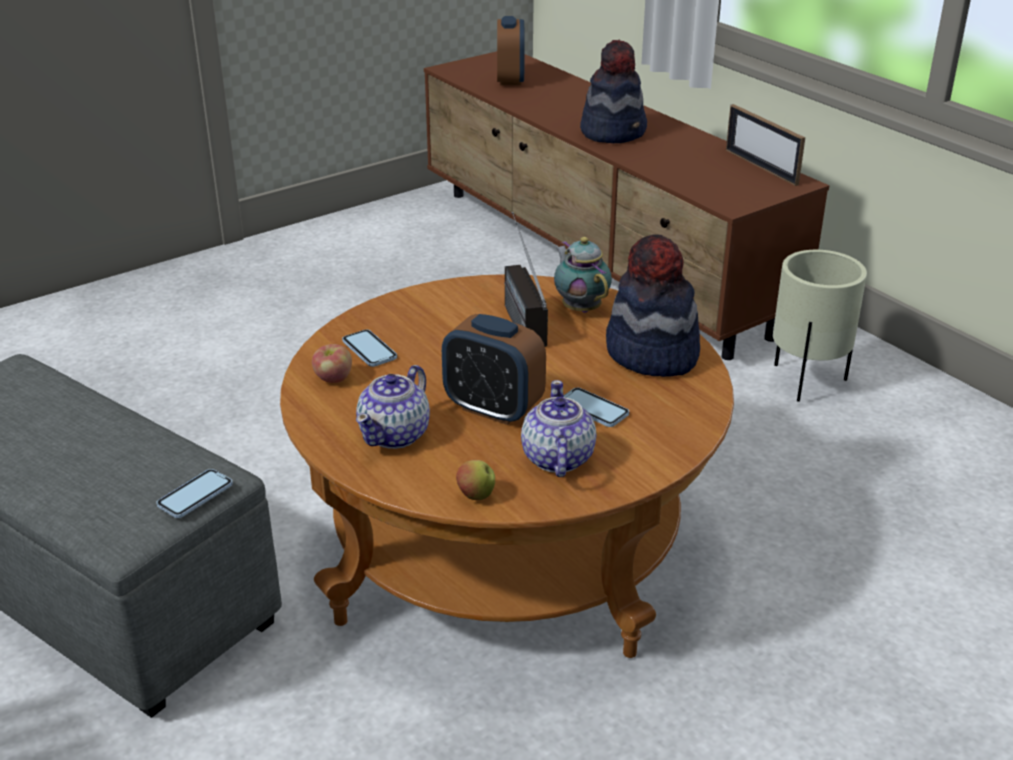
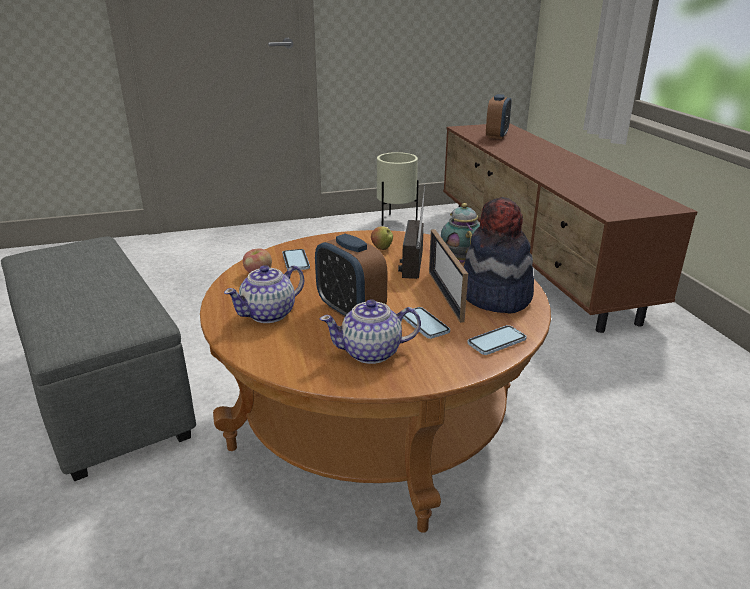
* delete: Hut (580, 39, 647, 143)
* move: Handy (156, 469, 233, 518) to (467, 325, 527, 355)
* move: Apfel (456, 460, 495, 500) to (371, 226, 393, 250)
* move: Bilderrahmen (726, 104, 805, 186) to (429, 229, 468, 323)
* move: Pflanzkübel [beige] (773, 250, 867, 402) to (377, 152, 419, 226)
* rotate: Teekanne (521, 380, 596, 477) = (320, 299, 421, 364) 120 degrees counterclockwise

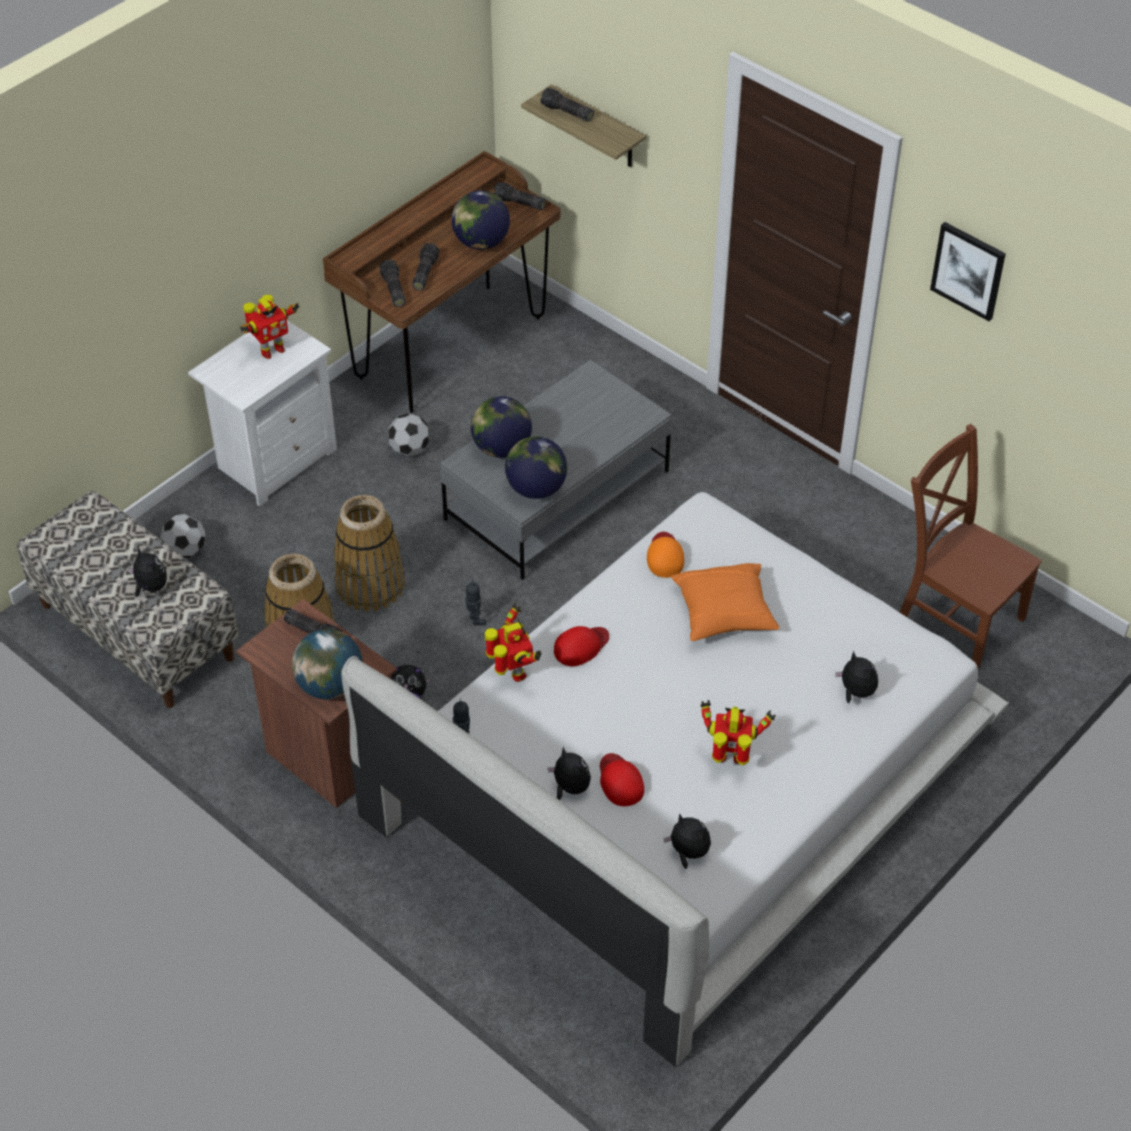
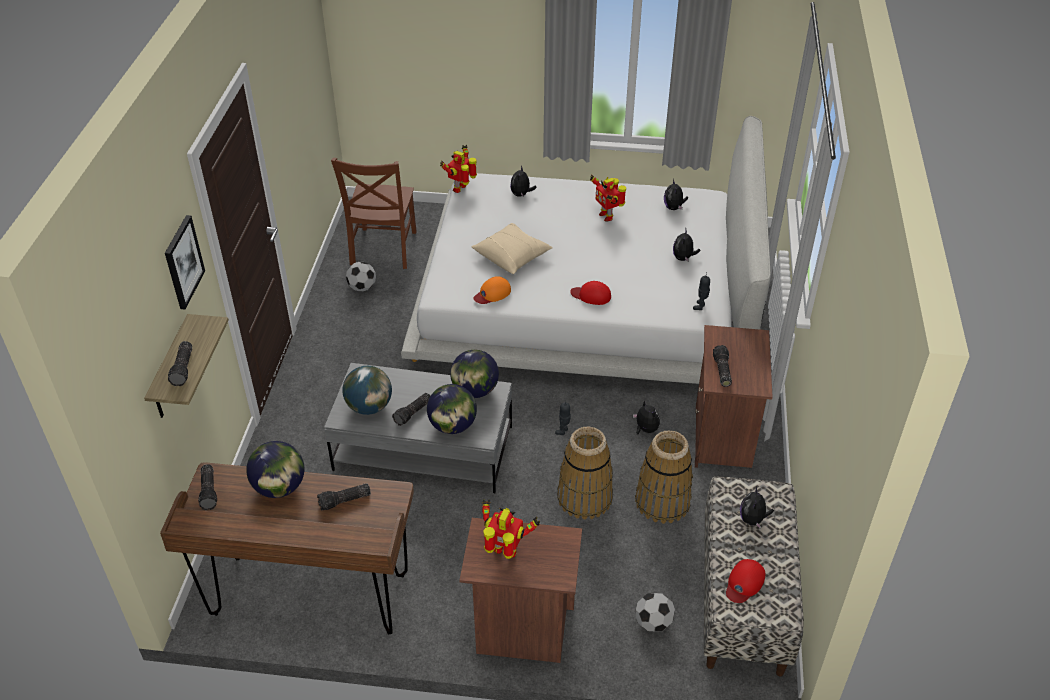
* move: Globus (292, 629, 363, 700) to (342, 366, 392, 415)
* move: Taschenlampe (380, 260, 406, 307) to (392, 393, 430, 426)
* move: Fußball (388, 414, 429, 456) to (346, 262, 376, 291)
* move: Spielzeugroboter (485, 603, 542, 682) to (440, 145, 477, 193)
* move: Kappe [rot] (600, 753, 644, 806) to (726, 559, 766, 603)
* move: Bild (930, 222, 1006, 321) to (165, 215, 205, 309)
* recolor: Nachttisch [weiß] (188, 320, 337, 506) to Nachttisch [braun] (459, 518, 582, 663)
* recolor: Kissen [orange] (671, 563, 780, 641) to Kissen [beige] (471, 223, 553, 274)

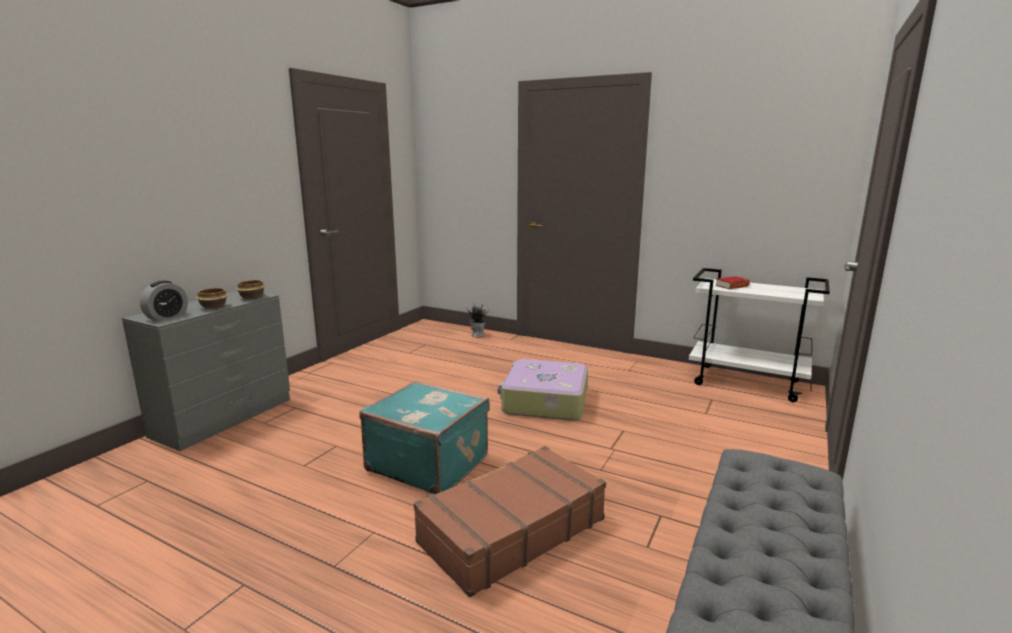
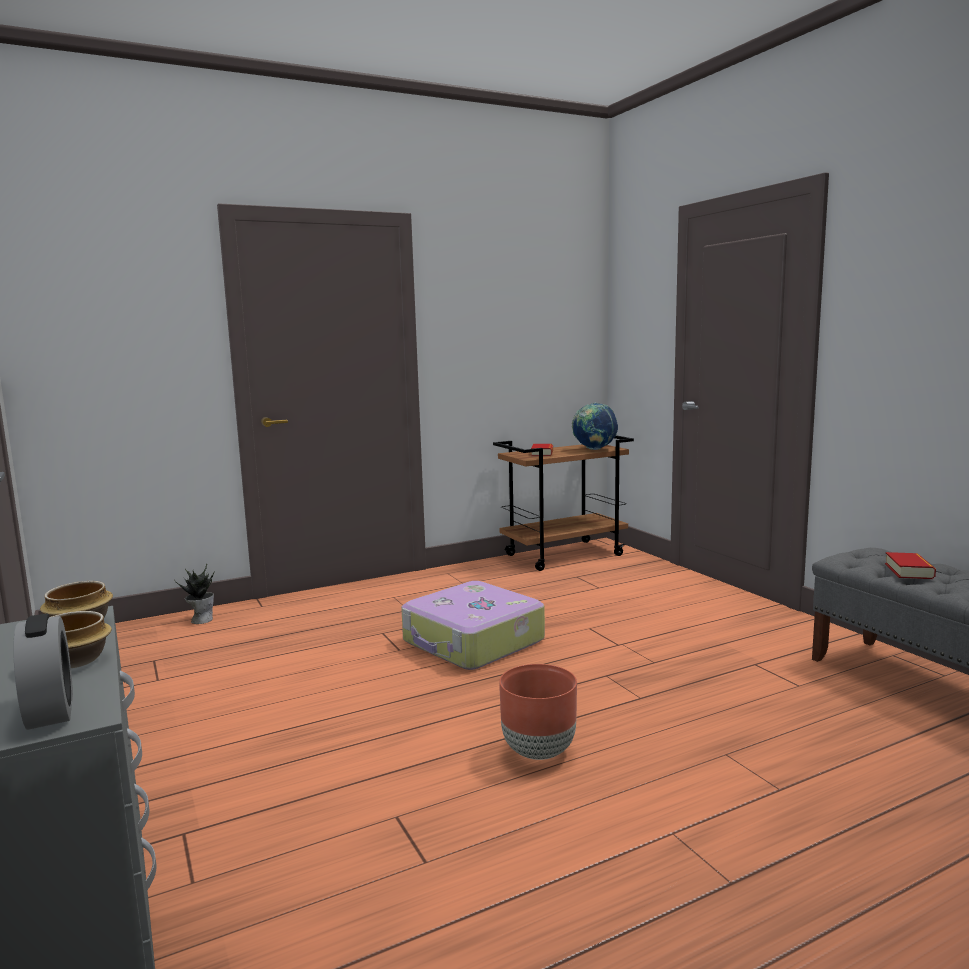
* delete: Koffer [braun] (414, 446, 606, 598)
* insert: Globus (572, 402, 618, 450)
* insert: Buch (885, 552, 936, 579)
* replace: Koffer [türkis] (359, 381, 490, 495) to Pflanzkübel [braun] (499, 664, 577, 760)
* recolor: Rollwagen [weiß] (689, 268, 830, 402) to Rollwagen [braun] (493, 435, 634, 571)

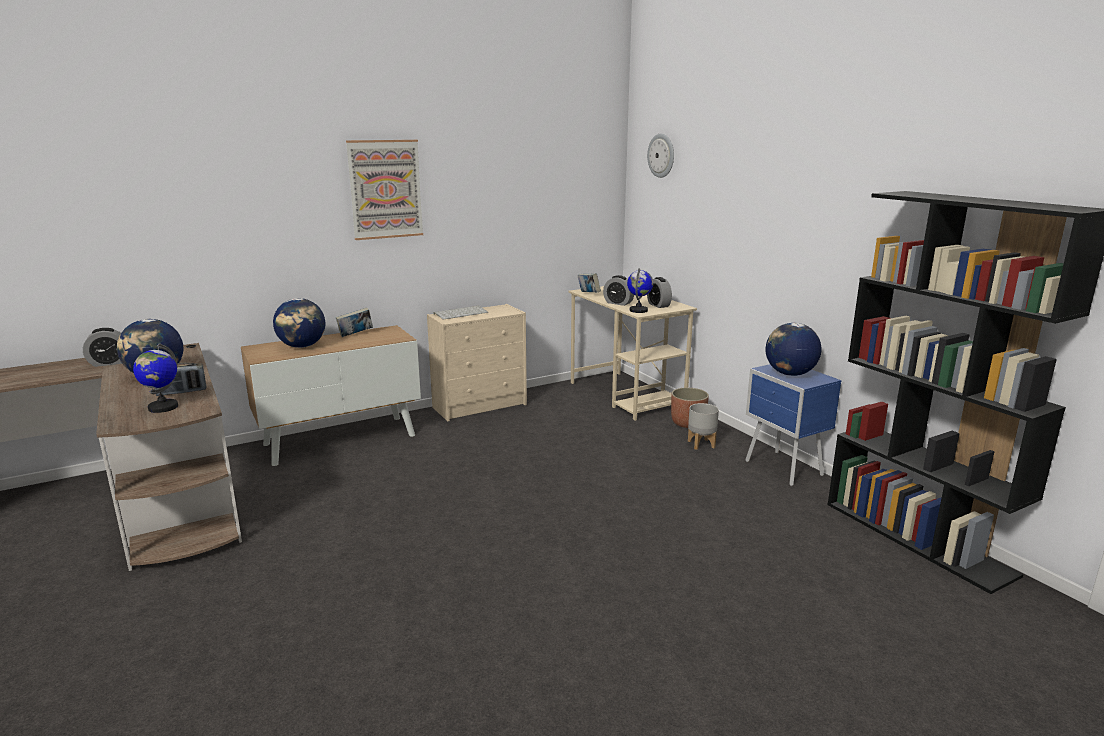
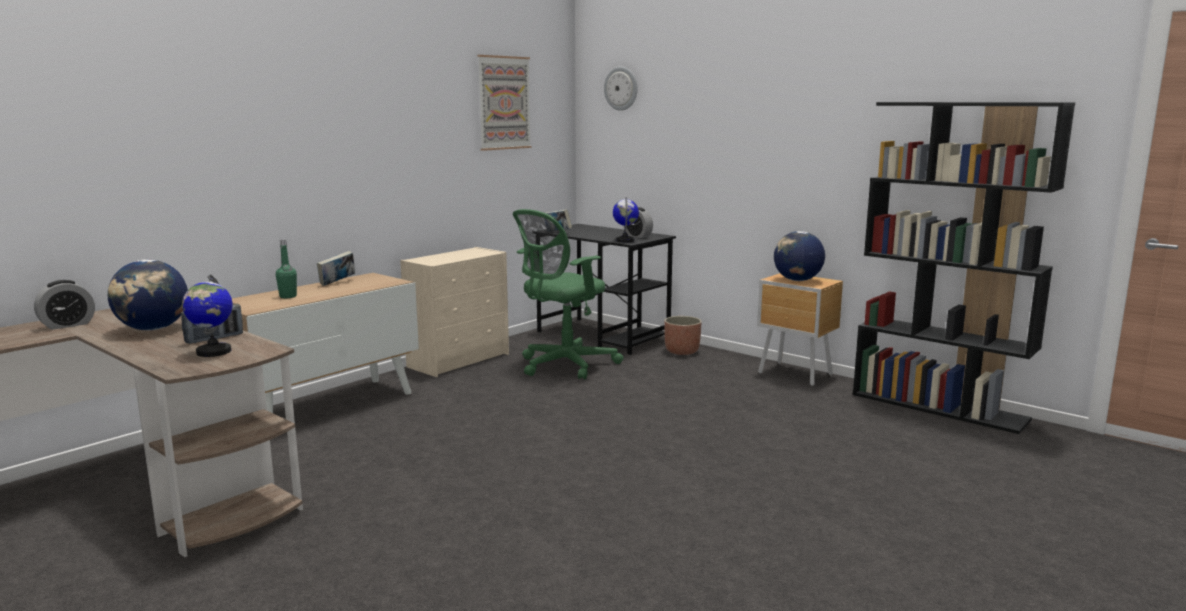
* delete: Tastatur (434, 306, 488, 320)
* delete: Wecker (603, 275, 634, 306)
* delete: Pflanzkübel [grau] (688, 403, 719, 450)
* insert: Bürostuhl [grün] (513, 209, 624, 380)
* move: Bild (346, 140, 423, 240) to (477, 55, 532, 151)
* replace: Globus (273, 298, 325, 348) to Flasche [grün] (276, 240, 297, 298)
* recolor: Schreibtisch [beige] (569, 286, 697, 421) to Schreibtisch [schwarz] (535, 224, 676, 355)
* recolor: Nachttisch [blau] (746, 364, 841, 486) to Nachttisch [braun] (757, 273, 843, 386)

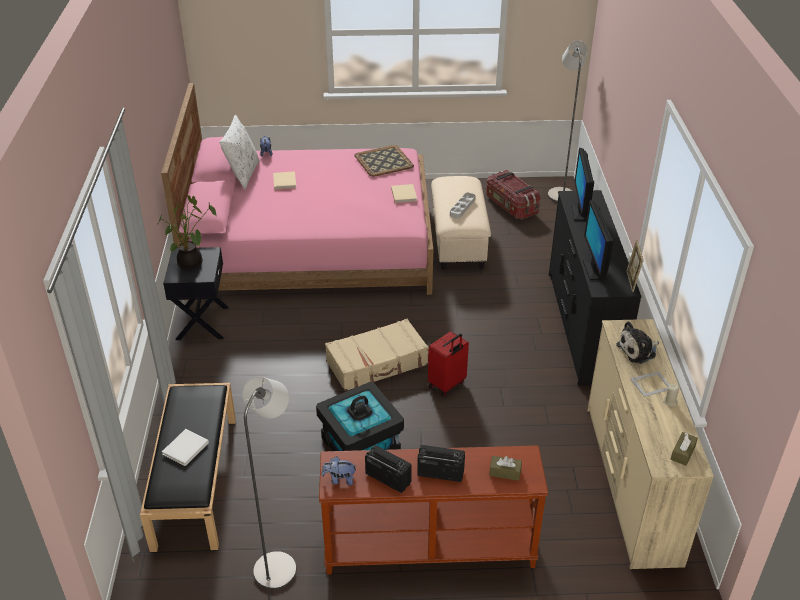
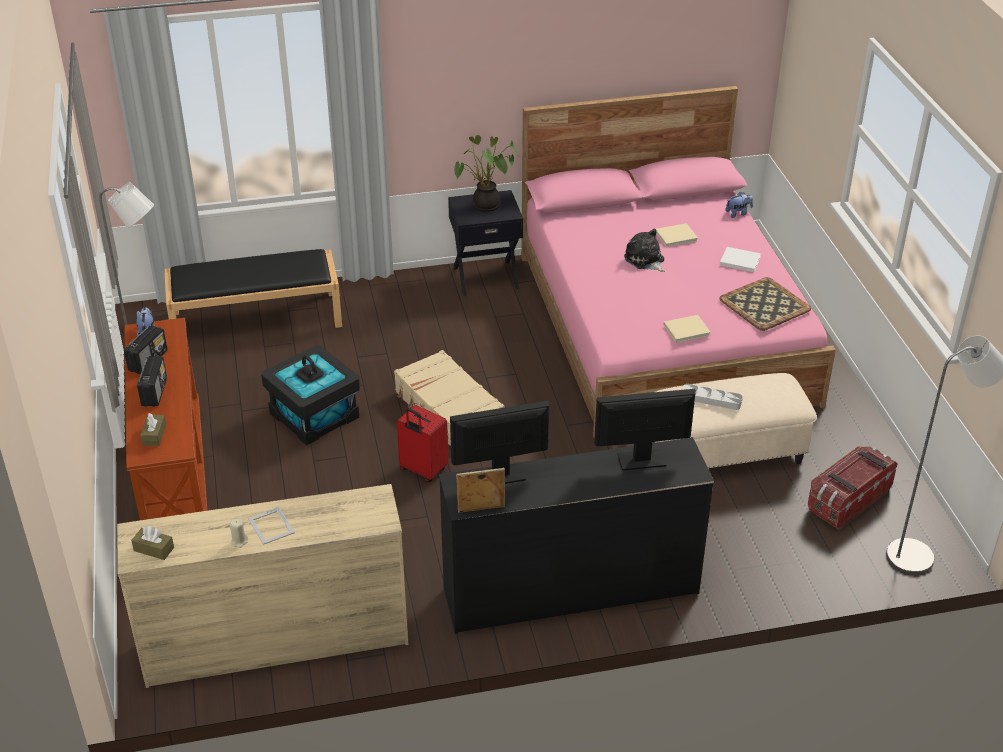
* delete: Kissen [weiß] (219, 115, 260, 189)
* move: Buch [weiß] (162, 429, 209, 466) to (720, 247, 761, 272)
* move: Plüschtier (616, 321, 659, 364) to (624, 229, 665, 272)

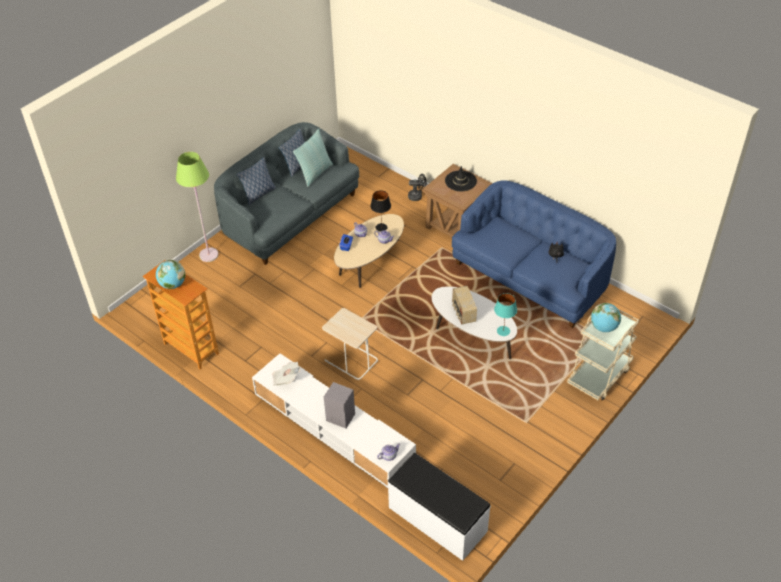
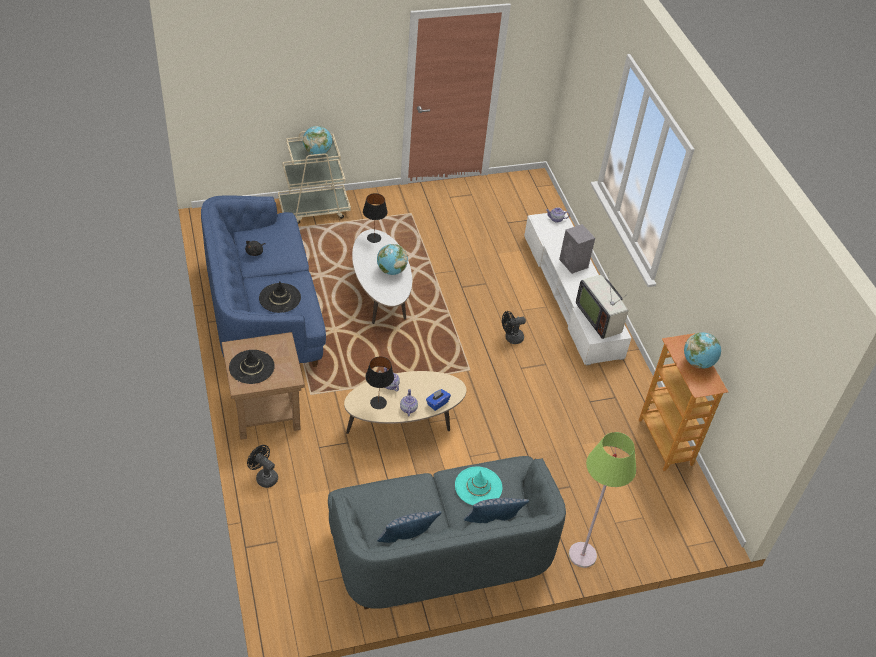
* delete: Kissen (293, 129, 333, 187)
* delete: Bank [weiß] (388, 453, 491, 561)
* insert: Hut [schwarz] (259, 281, 301, 313)
* insert: Hut [türkis] (455, 467, 502, 505)
* replace: Zeitung (272, 362, 300, 386) to Fernseher (576, 272, 628, 339)
* replace: Beistelltisch [beige] (322, 308, 378, 380) to Ventilator [schwarz] (502, 311, 526, 344)
* replace: Radio (452, 286, 477, 324) to Globus (377, 244, 408, 275)
* recolor: Tischlampe [türkis] (494, 293, 517, 336) to Tischlampe [schwarz] (363, 193, 388, 243)

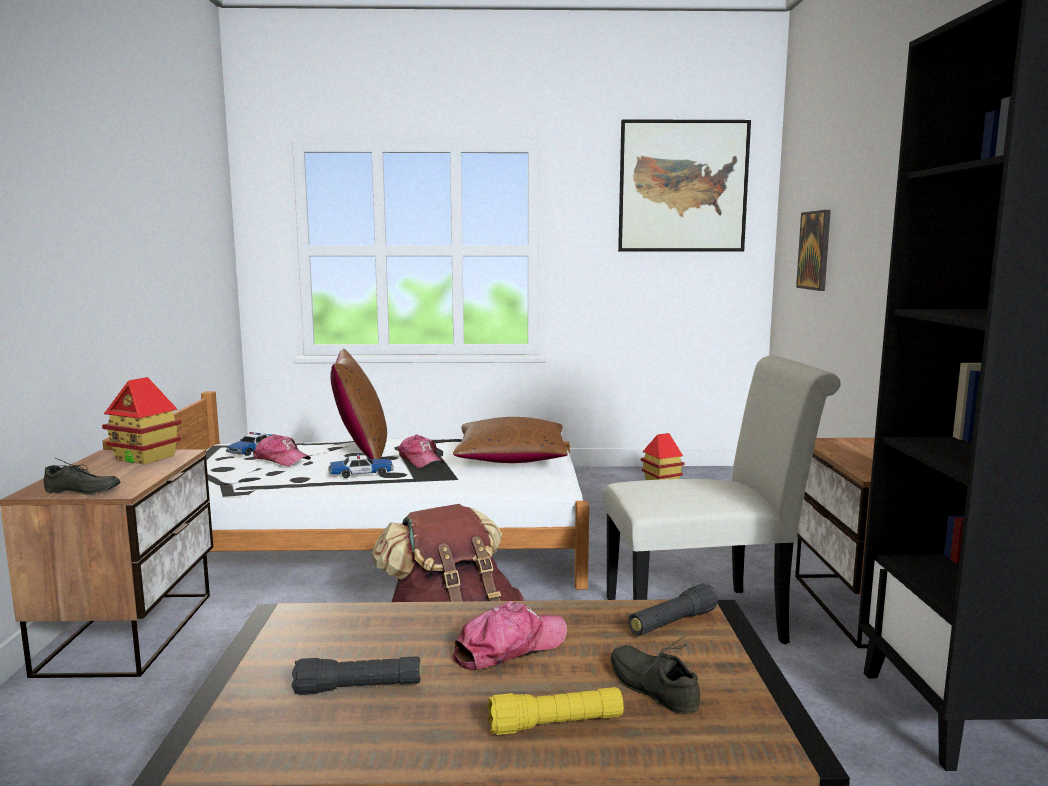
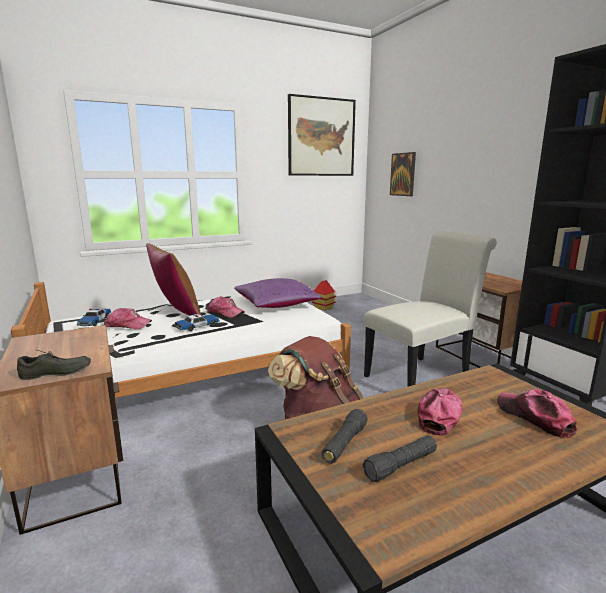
* delete: Spielzeughaus (102, 377, 182, 465)
* delete: Taschenlampe [gelb] (487, 687, 624, 735)
* move: Taschenlampe [schwarz] (628, 583, 718, 636) to (321, 409, 368, 464)
* replace: Schuh [grau] (611, 636, 700, 714) to Kappe (497, 389, 577, 439)
* recolor: Kissen [braun] (453, 417, 568, 463) to Kissen [lila] (234, 278, 322, 308)

